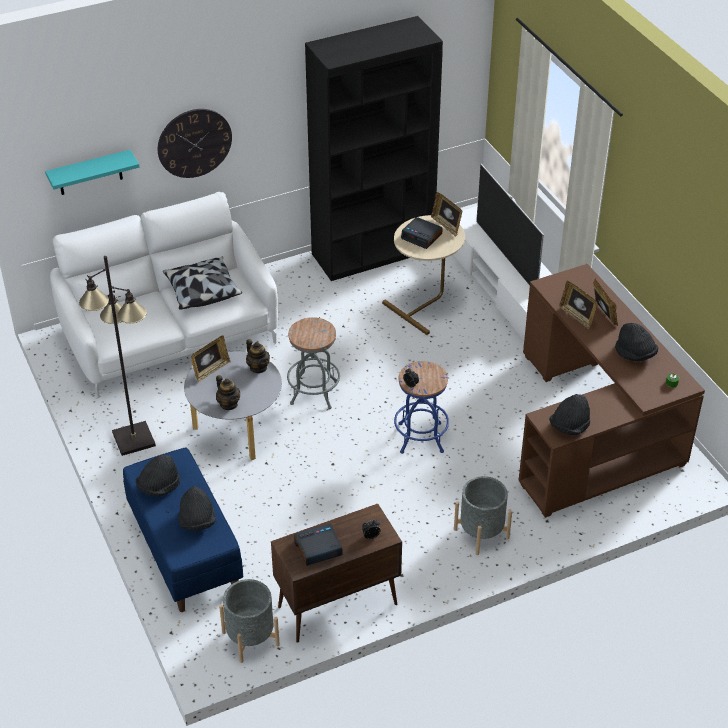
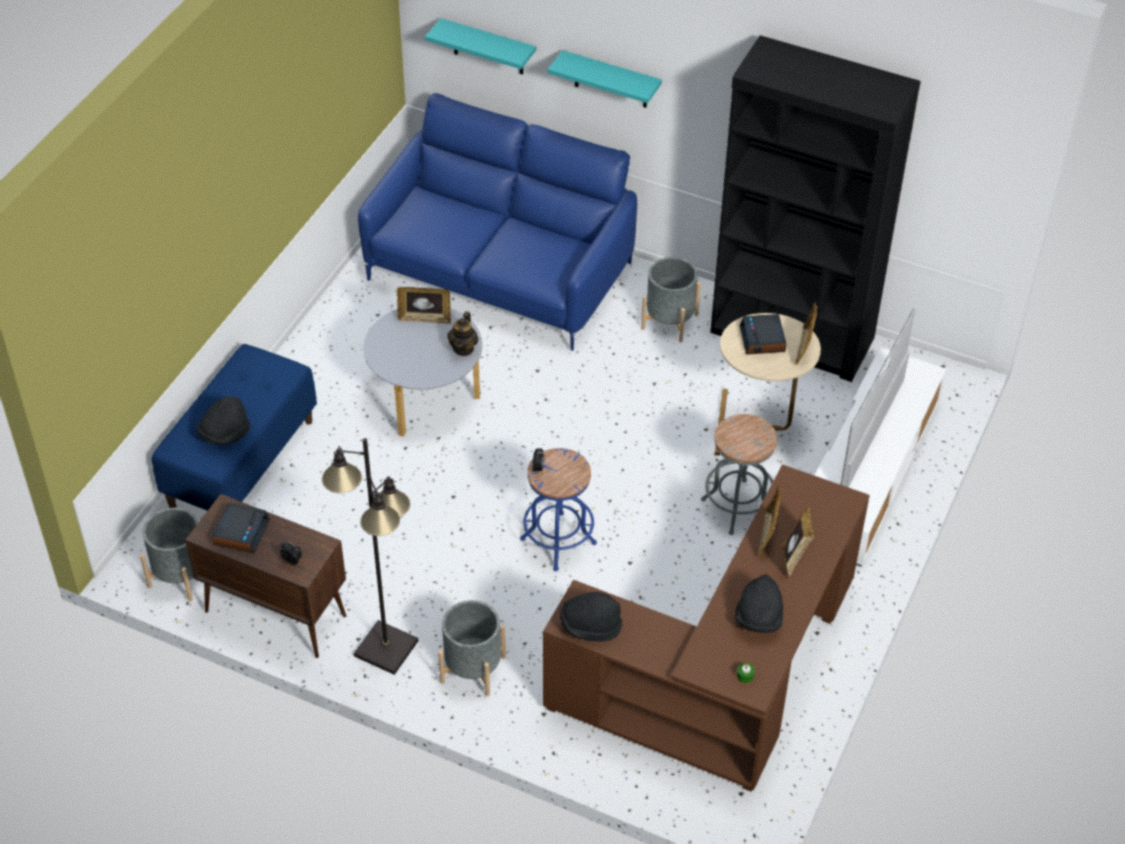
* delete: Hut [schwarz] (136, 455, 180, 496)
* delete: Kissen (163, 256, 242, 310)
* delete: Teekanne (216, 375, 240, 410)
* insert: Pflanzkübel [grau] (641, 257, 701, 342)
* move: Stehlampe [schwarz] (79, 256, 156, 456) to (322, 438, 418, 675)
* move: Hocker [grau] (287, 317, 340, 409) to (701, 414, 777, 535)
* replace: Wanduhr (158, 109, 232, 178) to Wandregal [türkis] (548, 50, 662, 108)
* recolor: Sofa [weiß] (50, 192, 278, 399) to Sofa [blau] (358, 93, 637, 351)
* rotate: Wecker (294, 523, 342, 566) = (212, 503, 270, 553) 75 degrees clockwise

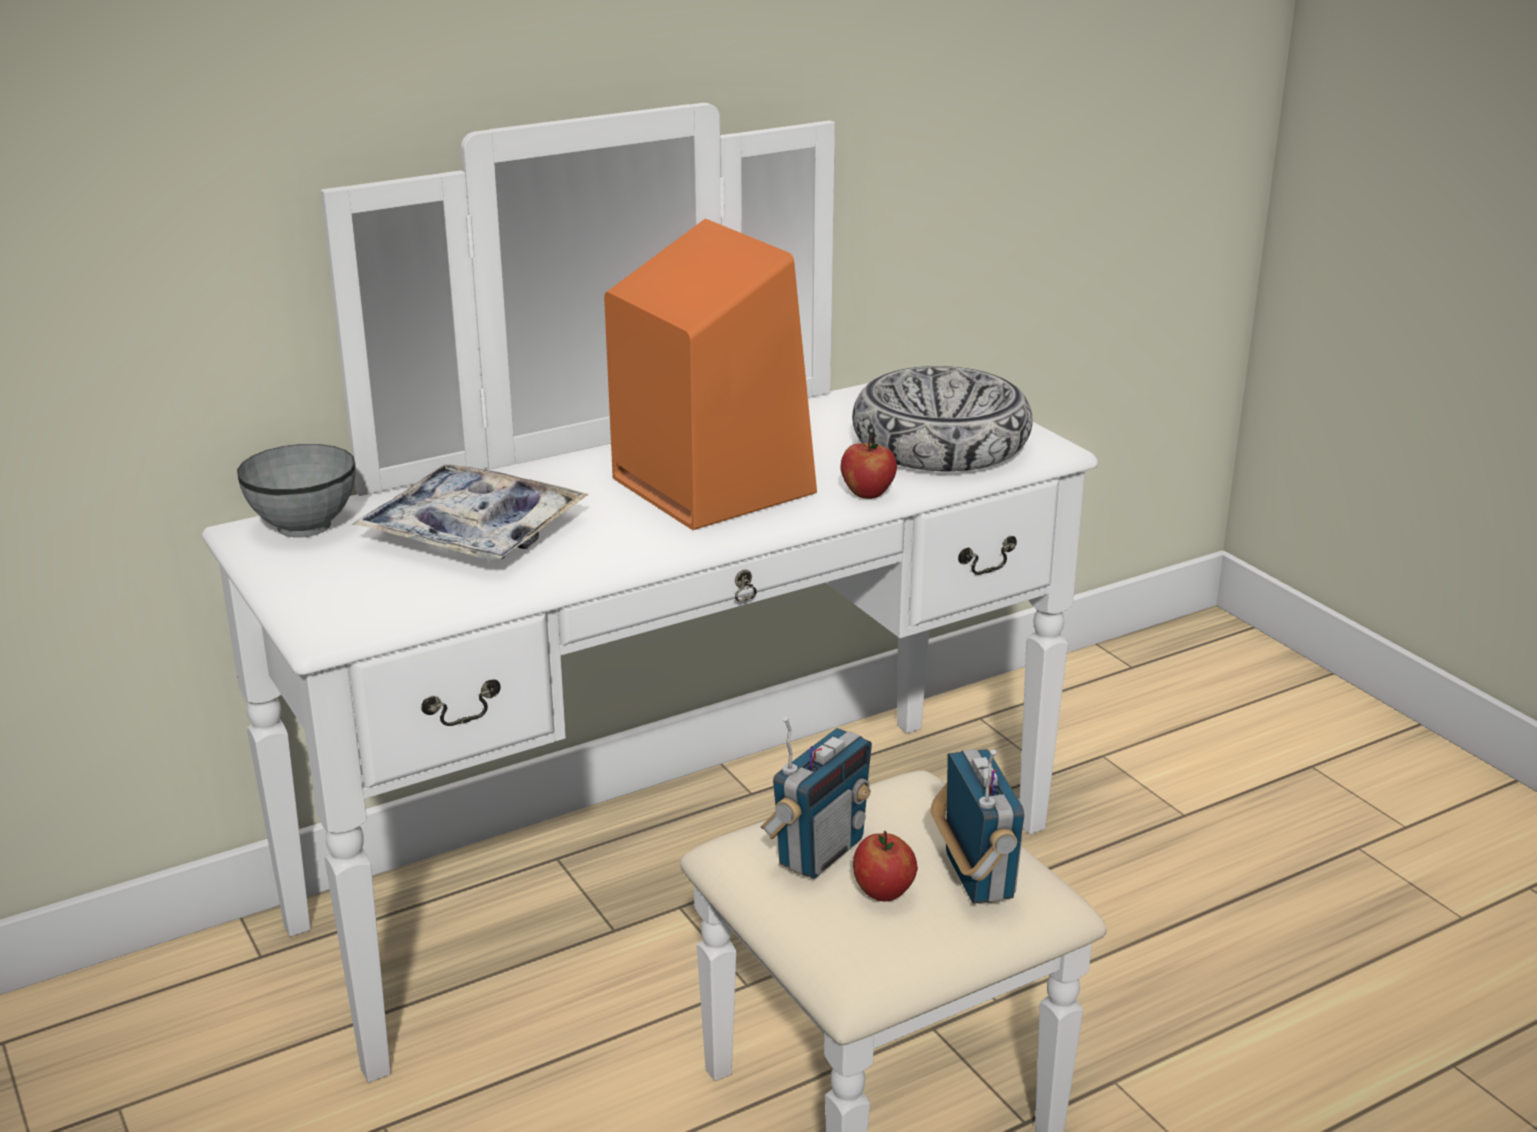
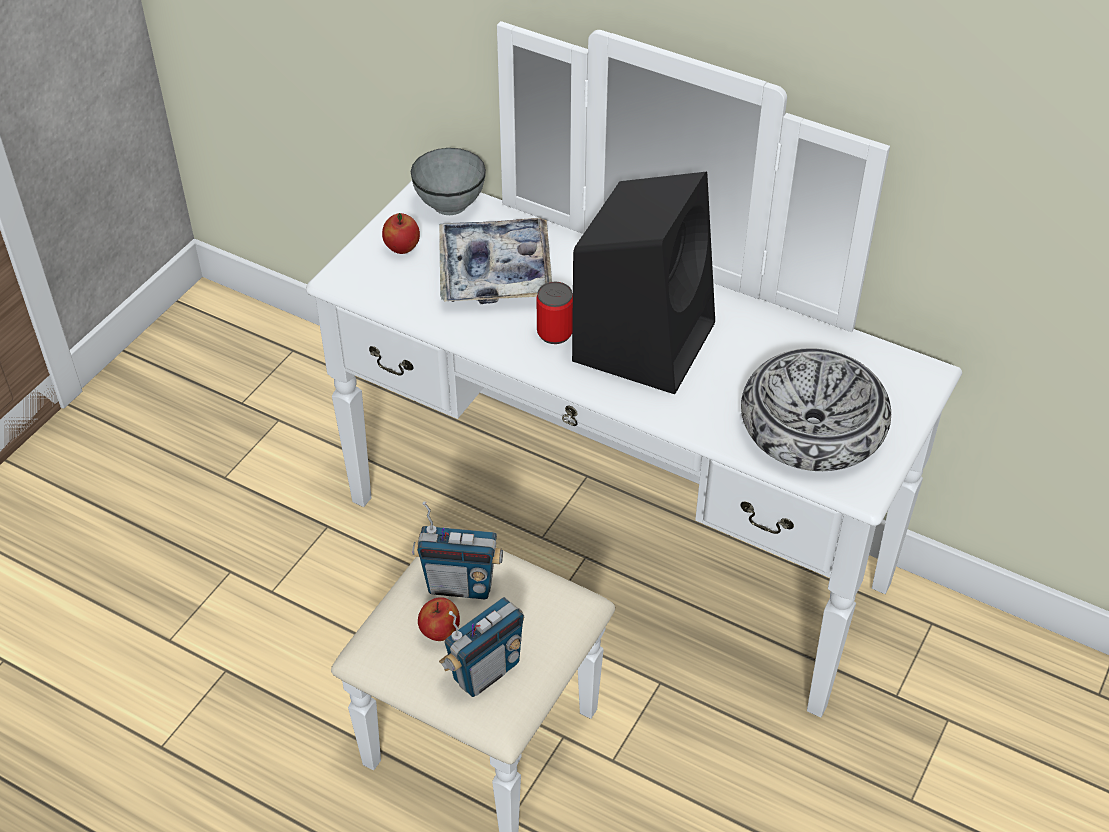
* insert: Dose (536, 282, 573, 344)
* move: Apfel (840, 435, 897, 499) to (382, 213, 420, 254)
* recolor: Lautsprecher [orange] (604, 219, 817, 530) to Lautsprecher [schwarz] (572, 172, 715, 394)

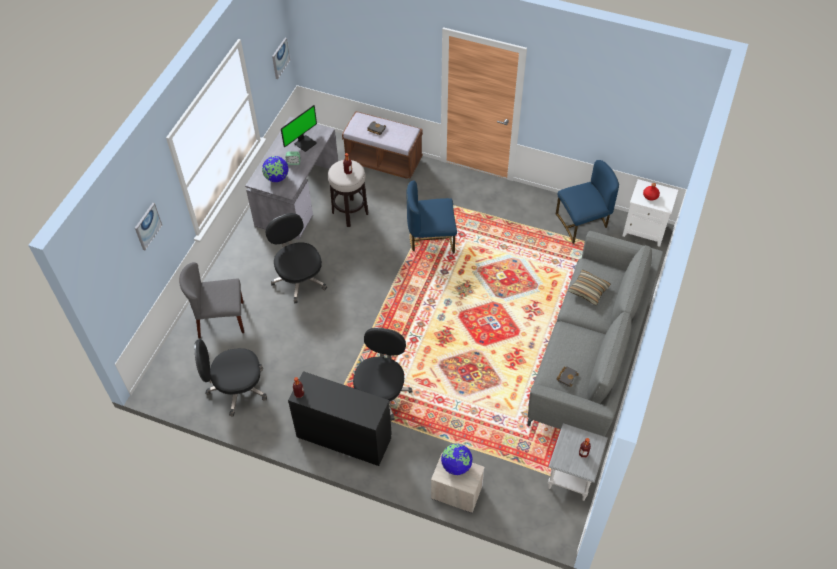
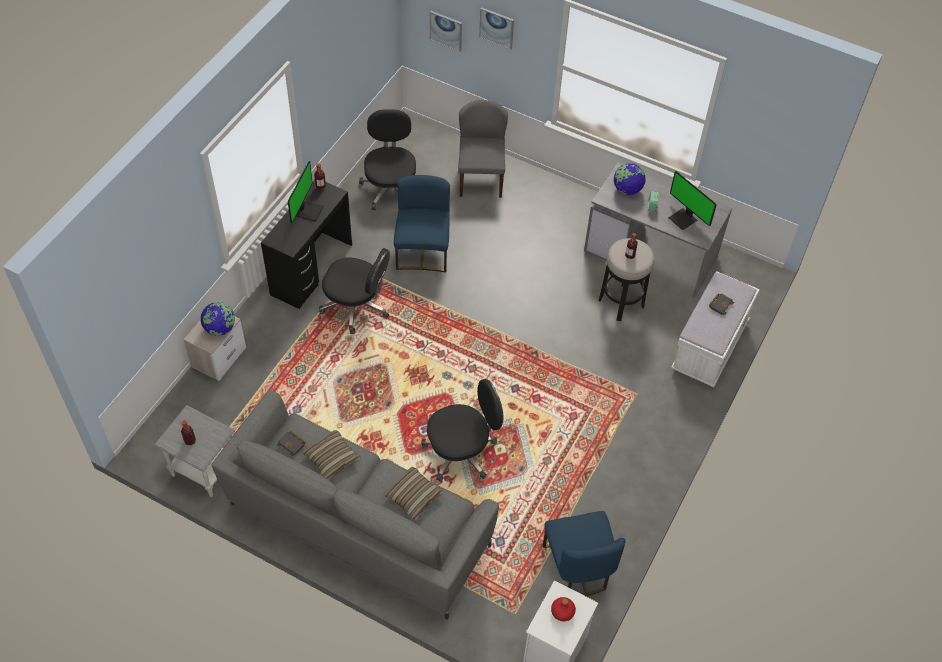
* insert: Monitor (288, 161, 323, 223)
* insert: Kissen (302, 430, 360, 480)
* move: Bürostuhl [schwarz] (266, 213, 327, 304) to (422, 379, 503, 482)
* move: Bild (272, 38, 290, 79) to (430, 11, 462, 51)
* move: Stuhl [blau] (406, 181, 457, 254) to (394, 175, 450, 272)
* recolor: Bank [braun] (342, 111, 423, 179) to Bank [weiß] (671, 272, 760, 387)

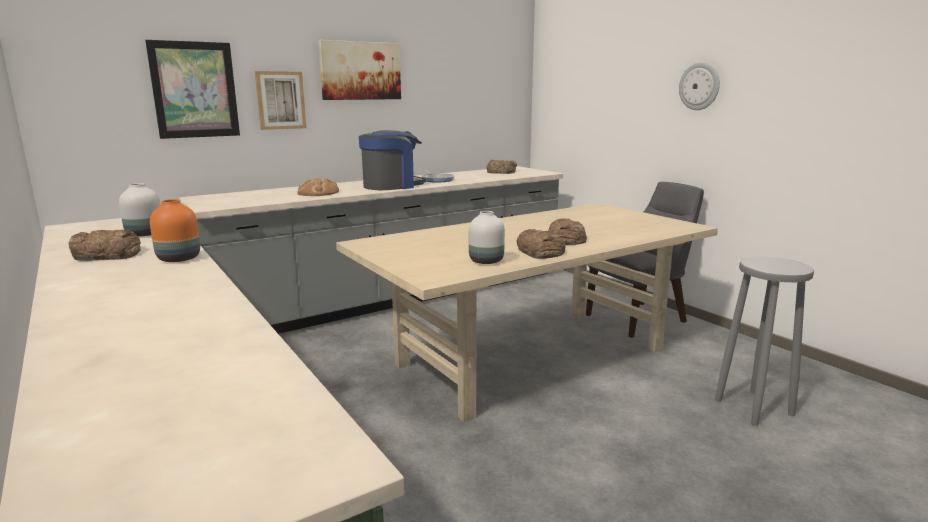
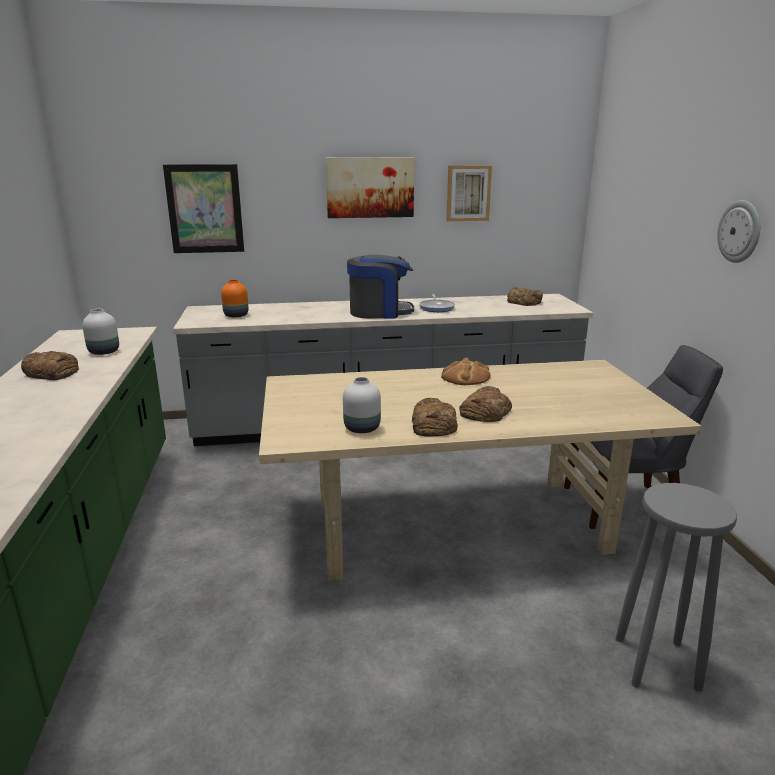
* move: Vase [orange] (150, 199, 200, 262) to (221, 280, 248, 317)
* move: Bild (255, 71, 306, 130) to (446, 166, 492, 221)
* move: Brot (297, 178, 339, 196) to (441, 358, 491, 385)

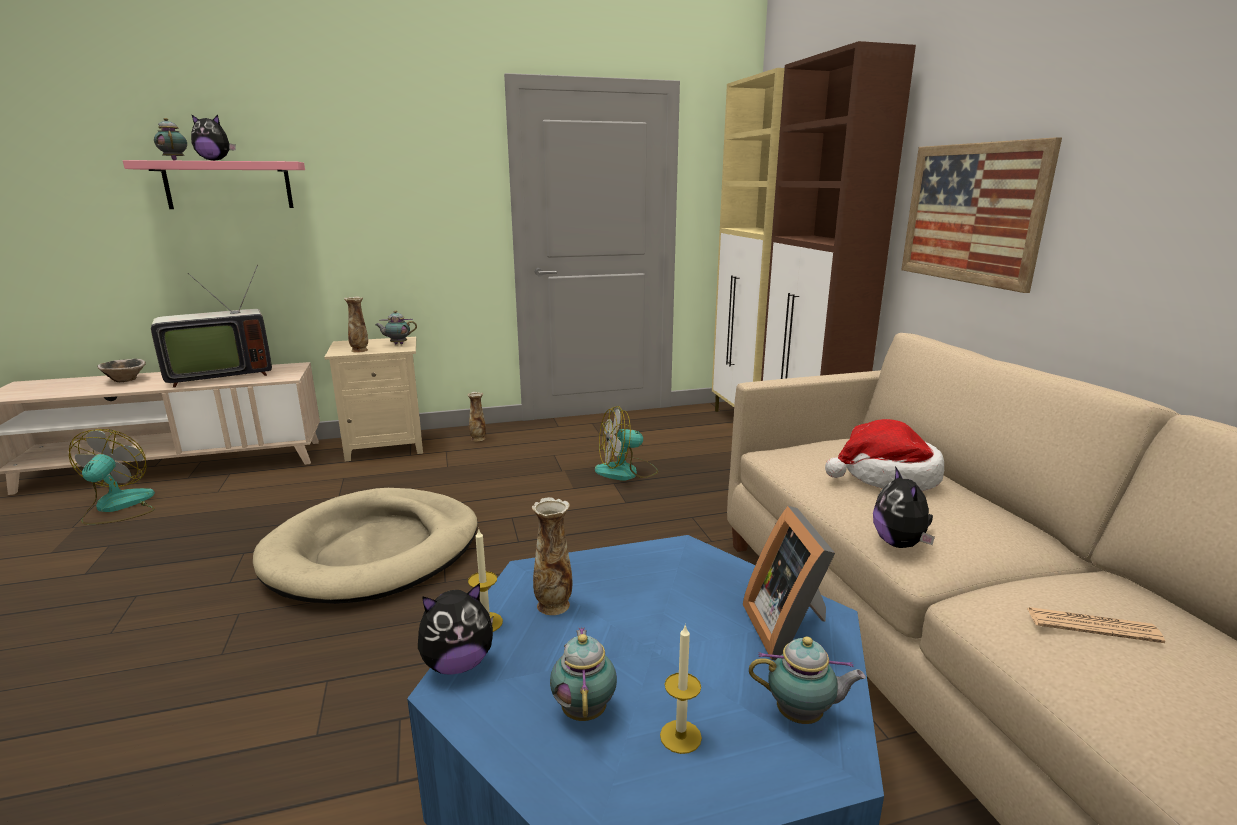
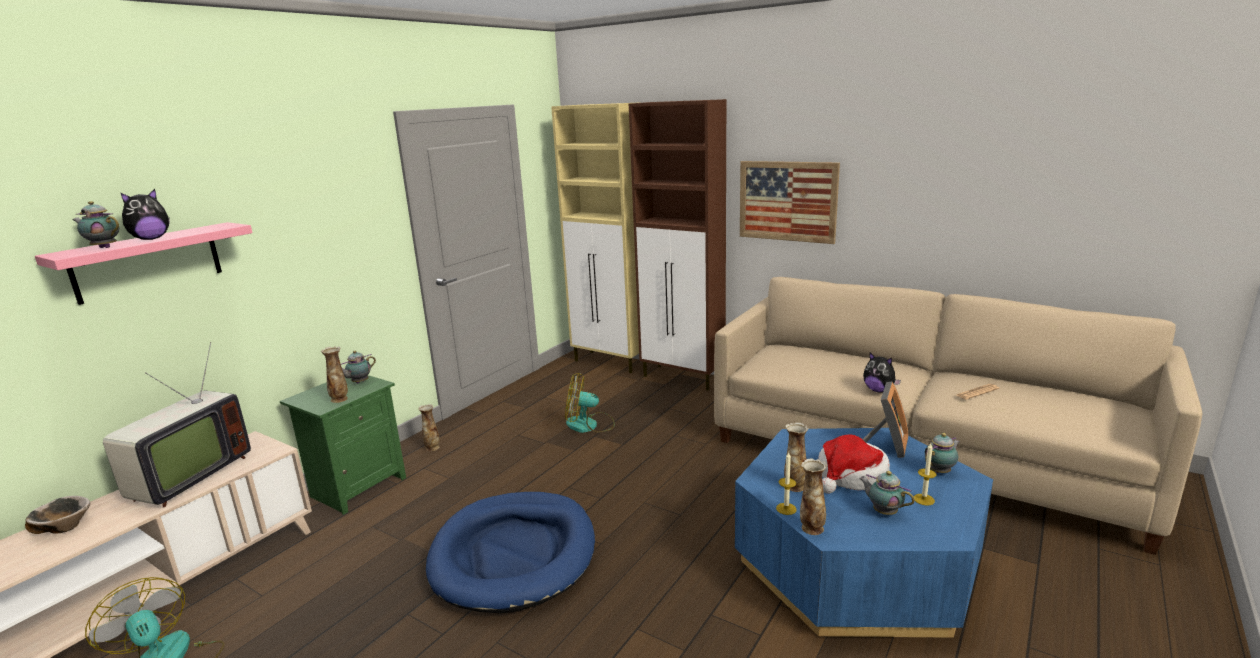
* move: Hut (825, 419, 944, 491) to (818, 435, 890, 494)
* replace: Plüschtier (418, 583, 493, 675) to Vase (800, 458, 827, 535)
* recolor: Hundebett [beige] (253, 488, 478, 604) to Hundebett [blau] (426, 492, 595, 613)
* recolor: Nachttisch [beige] (324, 337, 423, 461) to Nachttisch [grün] (280, 375, 406, 515)
* rotate: Ventilator (595, 406, 658, 480) = (565, 373, 615, 433) 60 degrees clockwise
* rotate: Bilderrahmen (743, 506, 835, 660) = (862, 381, 908, 458) 105 degrees counterclockwise

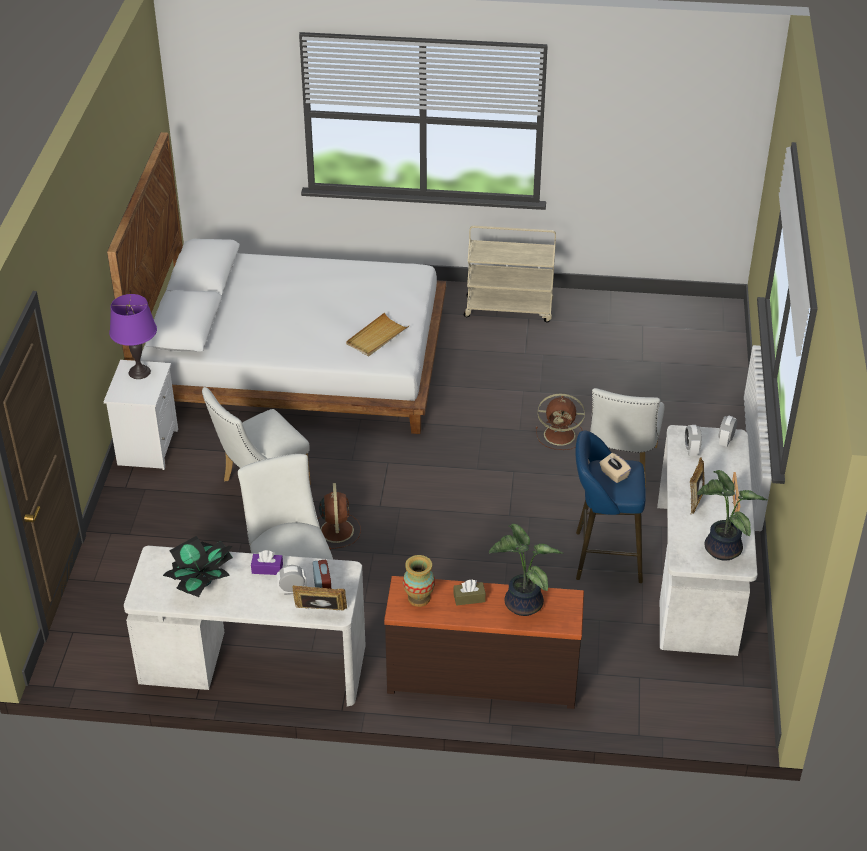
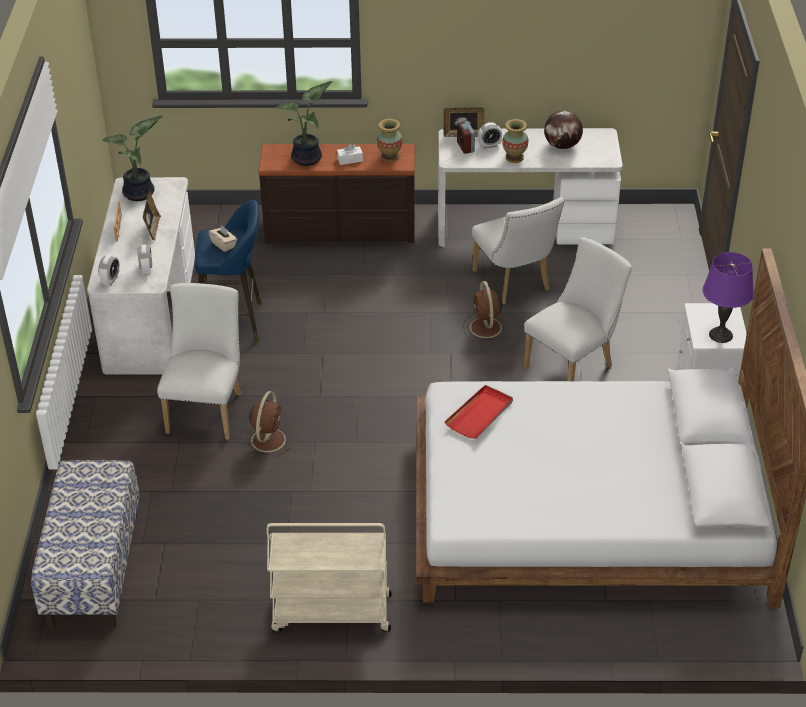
* insert: Bank (31, 460, 140, 628)
* replace: Topfpflanze (163, 536, 233, 597) to Globus (544, 110, 583, 149)
* replace: Taschentuchbox [lila] (251, 550, 283, 575) to Vase (502, 119, 528, 163)
* recolor: Tablett [beige] (346, 312, 409, 356) to Tablett [rot] (444, 385, 513, 439)
* recolor: Taschentuchbox [braun] (453, 579, 486, 606) to Taschentuchbox [weiß] (337, 143, 363, 165)
* rotate: Ventilator [braun] (536, 394, 585, 450) = (245, 391, 294, 458) 105 degrees clockwise

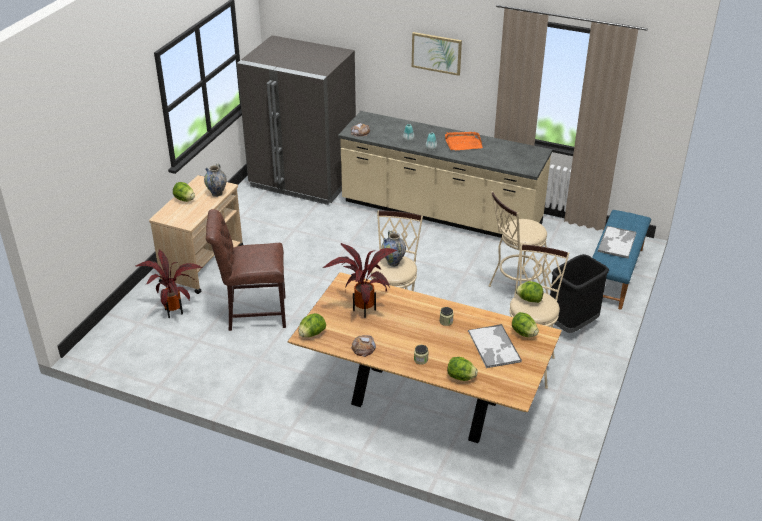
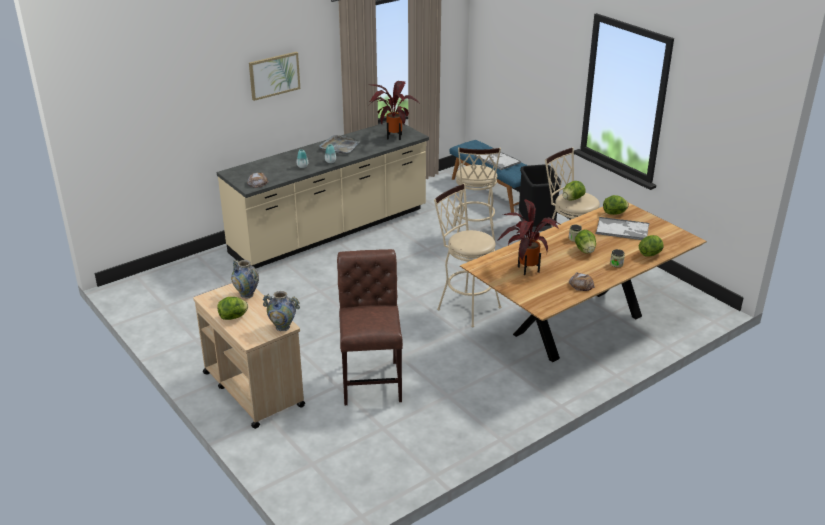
* delete: Kühlschrank [grau] (237, 35, 356, 205)
* move: Topfpflanze (135, 250, 202, 318) to (368, 81, 419, 140)
* move: Salatkopf (299, 313, 326, 337) to (575, 230, 596, 253)
* move: Vase (381, 230, 406, 267) to (263, 291, 300, 331)
* recolor: Tablett [orange] (445, 131, 483, 150) to Tablett [grau] (319, 135, 359, 154)
* rotate: Stuhl [braun] (206, 209, 286, 331) = (337, 249, 403, 405) 150 degrees clockwise

